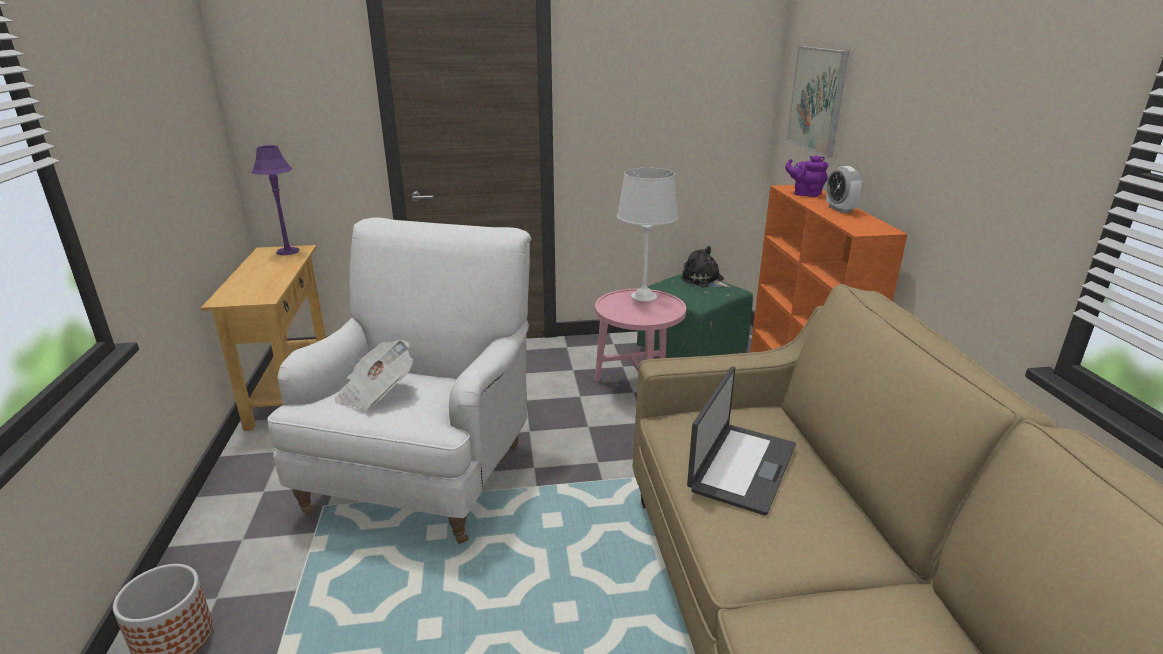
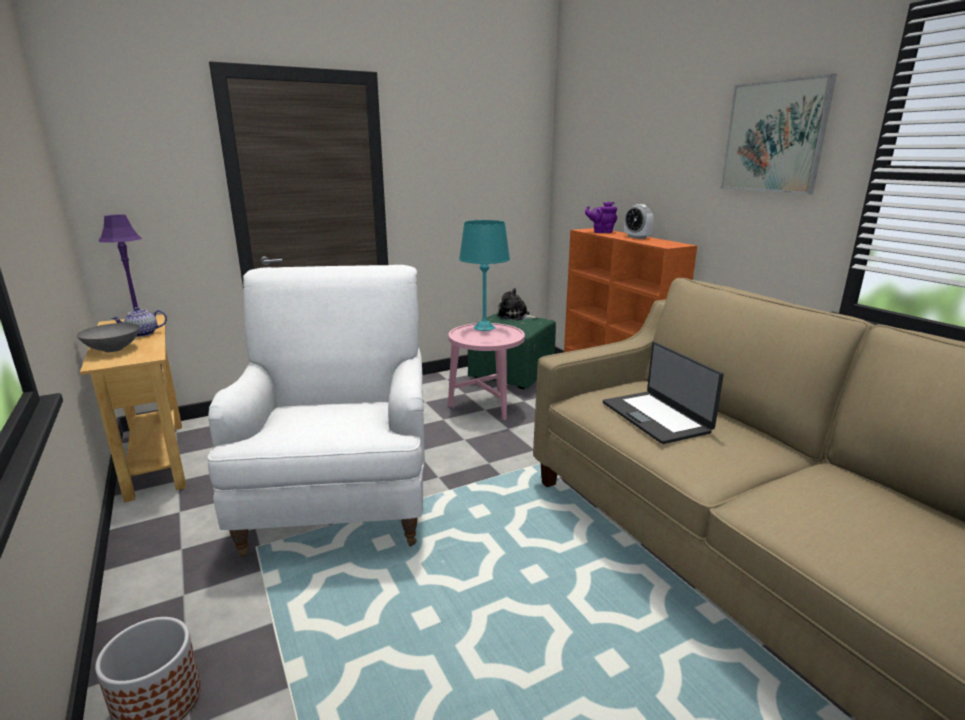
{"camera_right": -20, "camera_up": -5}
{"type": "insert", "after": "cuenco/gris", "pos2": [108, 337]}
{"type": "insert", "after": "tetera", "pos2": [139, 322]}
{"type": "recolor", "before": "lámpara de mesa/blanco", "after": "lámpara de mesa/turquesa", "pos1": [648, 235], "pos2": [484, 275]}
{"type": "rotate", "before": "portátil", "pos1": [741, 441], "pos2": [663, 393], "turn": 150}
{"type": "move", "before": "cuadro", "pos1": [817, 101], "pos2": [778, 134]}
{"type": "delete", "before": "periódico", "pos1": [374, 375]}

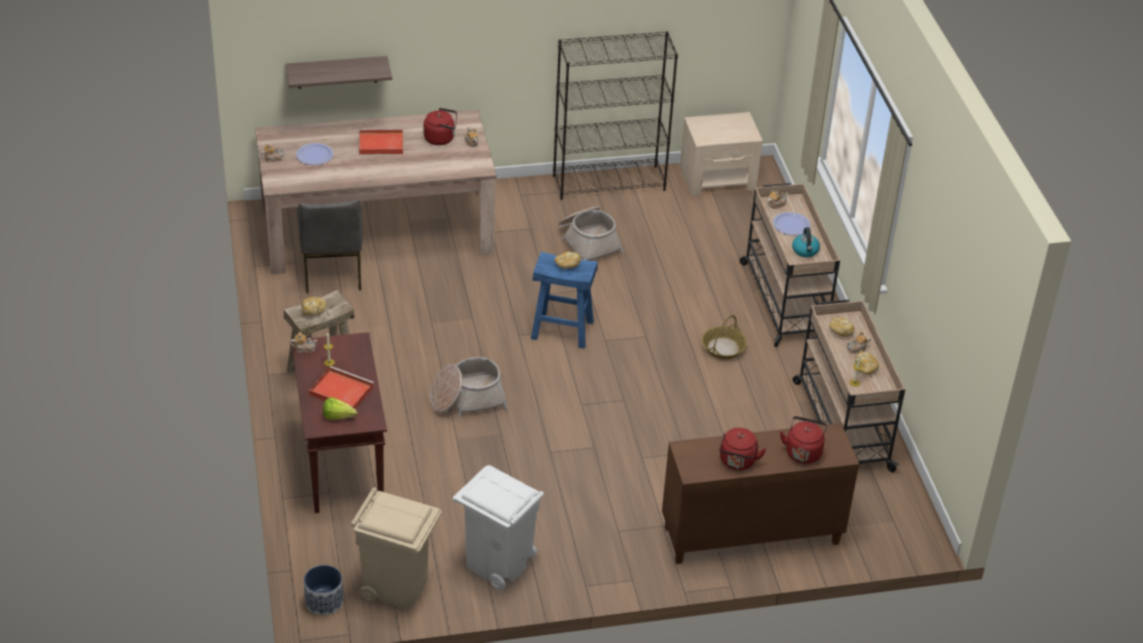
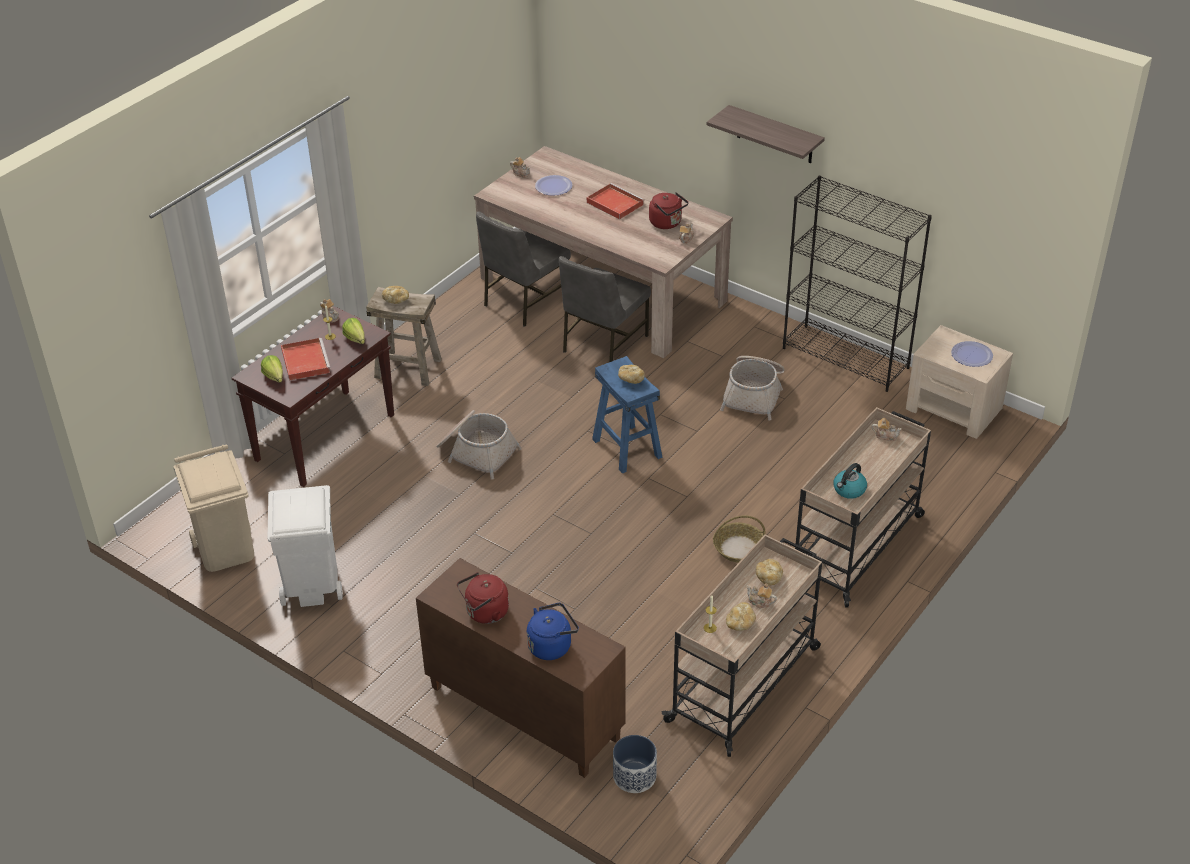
{"camera_right": 50, "camera_up": 0}
{"type": "insert", "after": "lechuga", "pos2": [353, 331]}
{"type": "recolor", "before": "hervidor/rojo", "after": "hervidor/azul", "pos1": [804, 440], "pos2": [553, 631]}
{"type": "insert", "after": "silla/gris", "pos2": [605, 309]}
{"type": "move", "before": "maceta", "pos1": [323, 590], "pos2": [635, 764]}
{"type": "move", "before": "estante", "pos1": [338, 72], "pos2": [765, 134]}
{"type": "move", "before": "plato", "pos1": [792, 223], "pos2": [972, 354]}

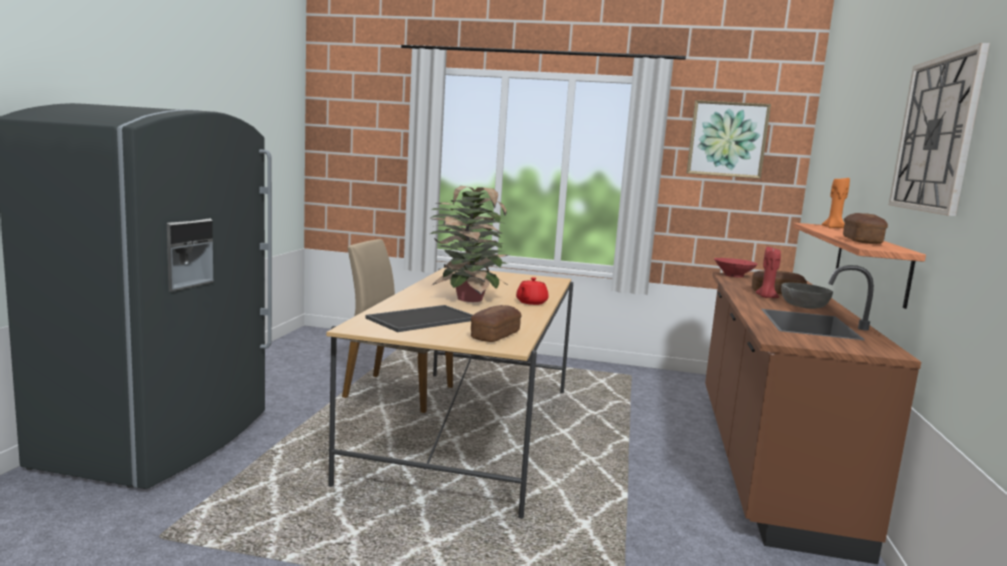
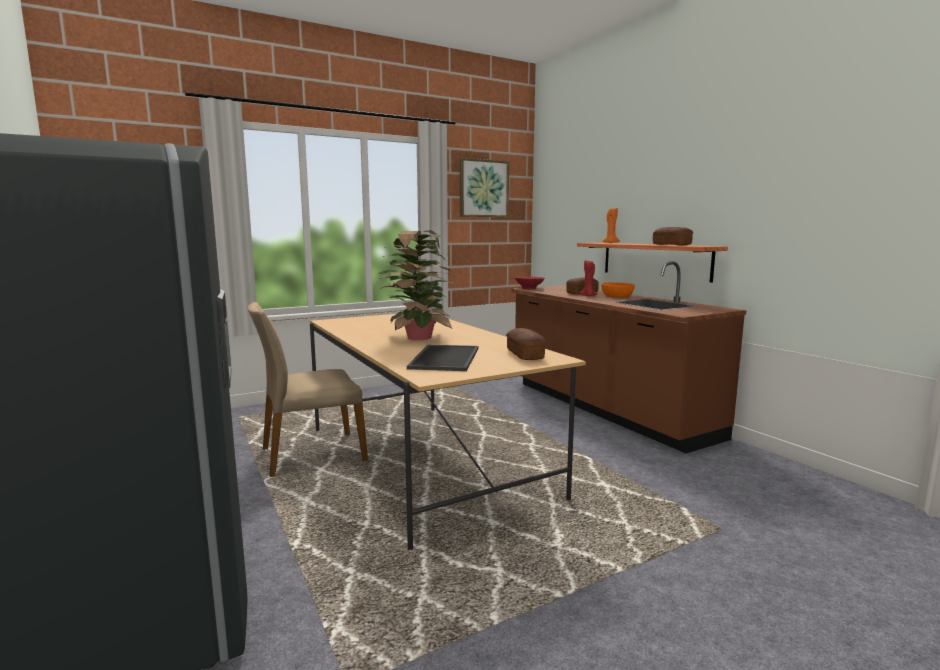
{"camera_right": -40, "camera_up": 0}
{"type": "recolor", "before": "cuenco/gris", "after": "cuenco/naranja", "pos1": [807, 296], "pos2": [618, 290]}
{"type": "delete", "before": "tetera/rojo", "pos1": [532, 291]}
{"type": "delete", "before": "reloj de pared", "pos1": [939, 129]}

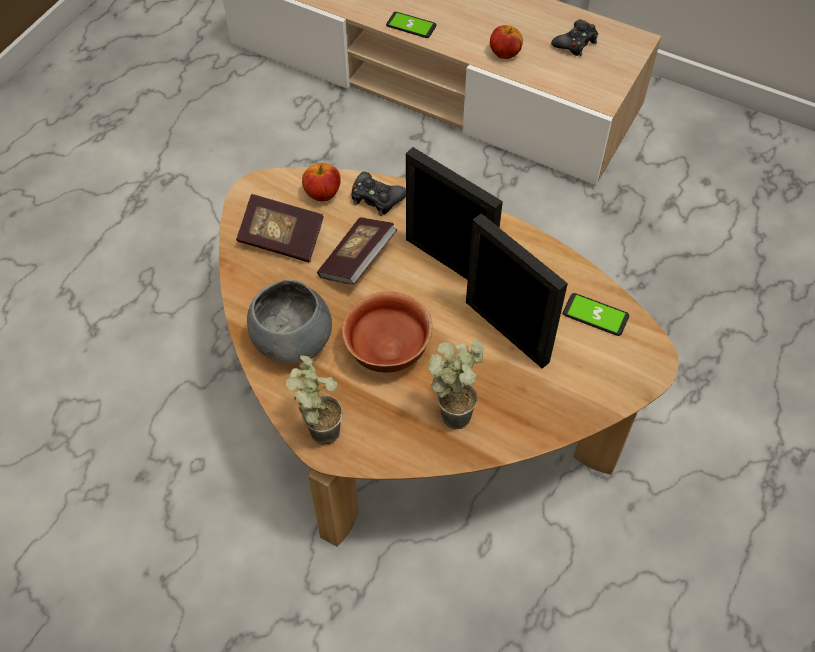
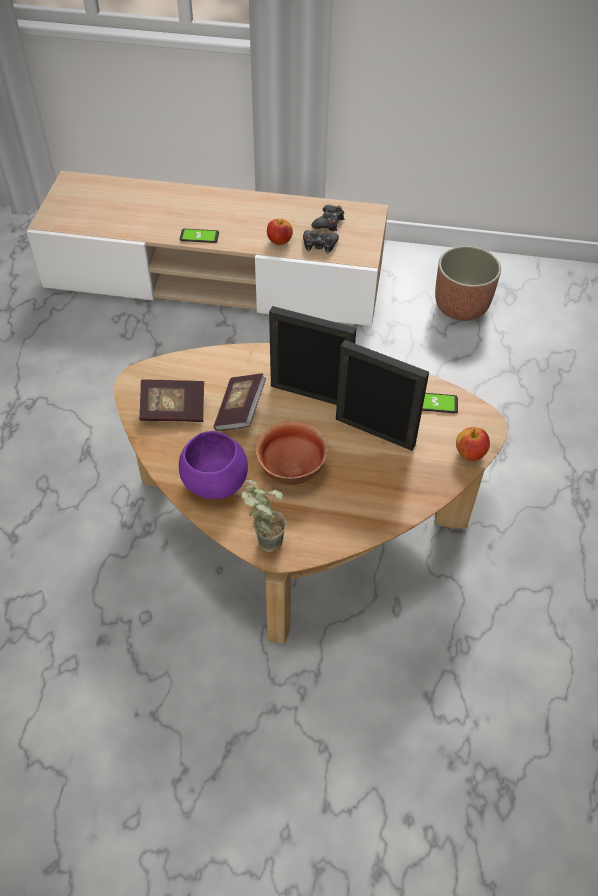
{"camera_right": -20, "camera_up": -5}
{"type": "recolor", "before": "cuenco/gris", "after": "cuenco/morado", "pos1": [289, 322], "pos2": [213, 465]}
{"type": "move", "before": "mando de consola/negro", "pos1": [379, 194], "pos2": [321, 242]}
{"type": "insert", "after": "maceta", "pos2": [468, 283]}
{"type": "move", "before": "manzana", "pos1": [321, 182], "pos2": [473, 444]}
{"type": "delete", "before": "planta en maceta", "pos1": [456, 384]}

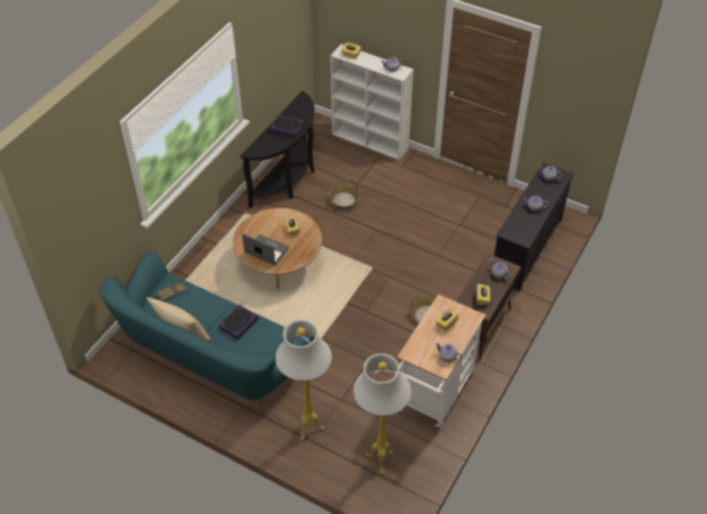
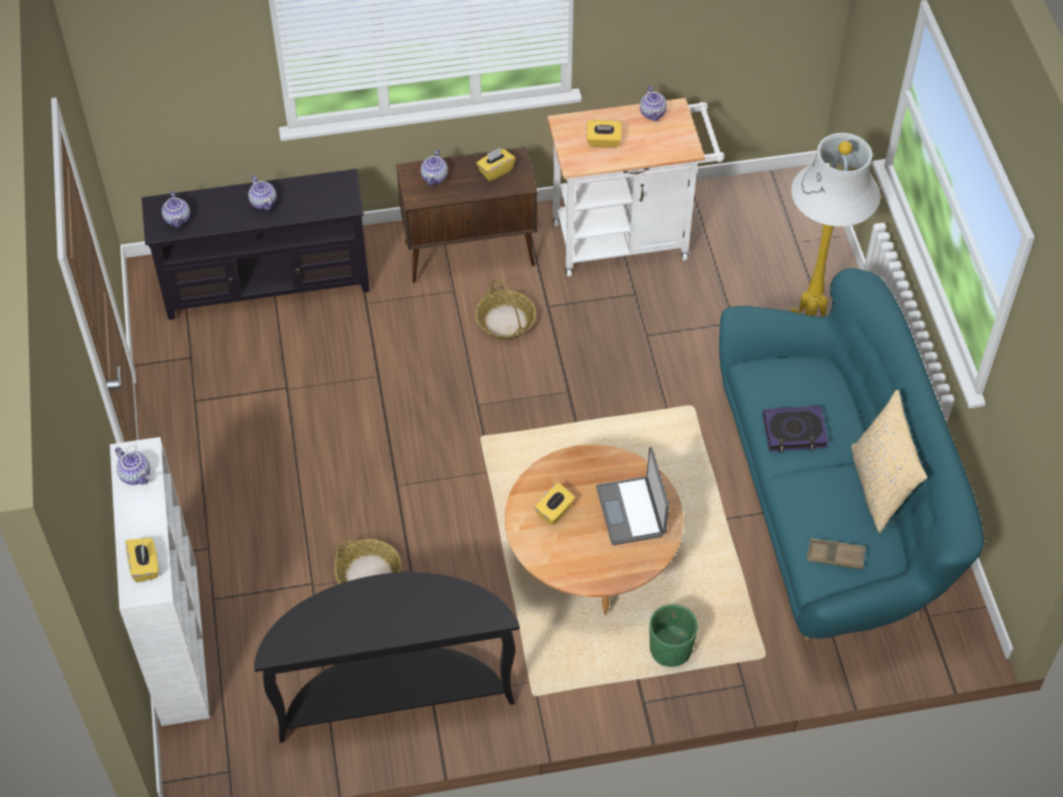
{"camera_right": -130, "camera_up": 5}
{"type": "insert", "after": "maceta/verde", "pos2": [673, 635]}
{"type": "delete", "before": "libro", "pos1": [287, 126]}
{"type": "delete", "before": "lámpara de pie/blanco", "pos1": [382, 413]}

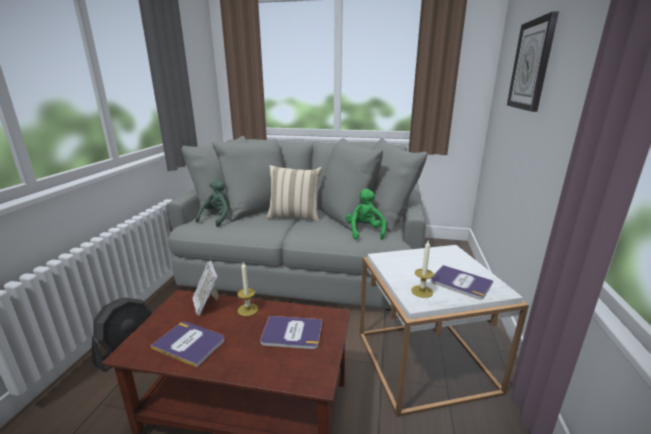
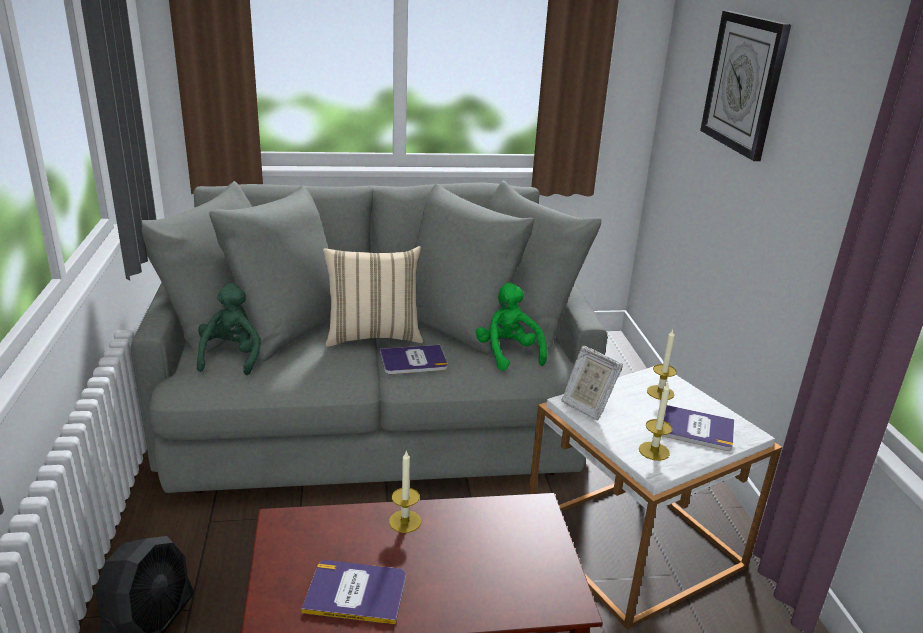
{"camera_right": -20, "camera_up": 5}
{"type": "move", "before": "libro", "pos1": [291, 332], "pos2": [414, 359]}
{"type": "move", "before": "portarretratos", "pos1": [205, 288], "pos2": [592, 383]}
{"type": "insert", "after": "vela", "pos2": [662, 365]}

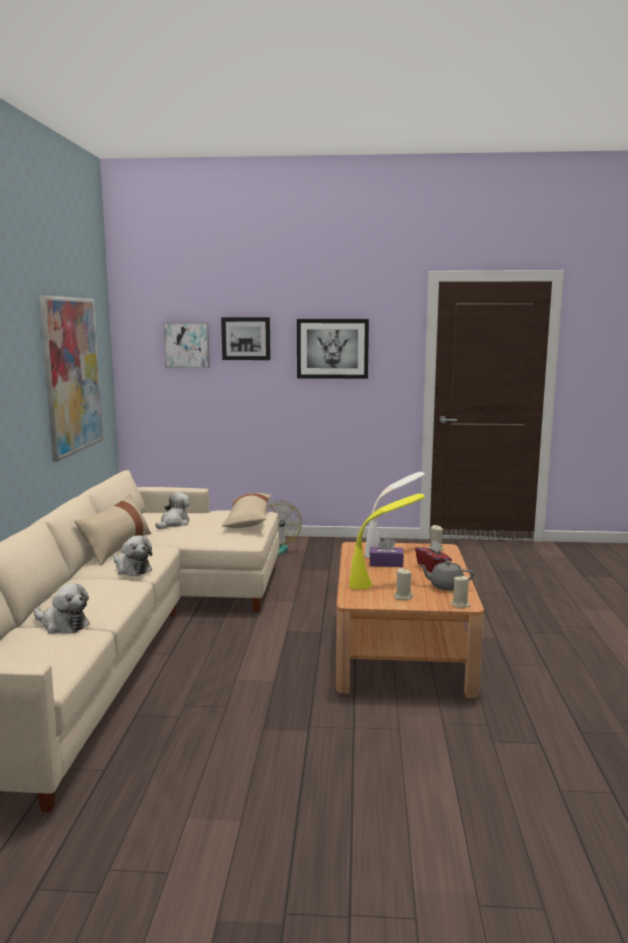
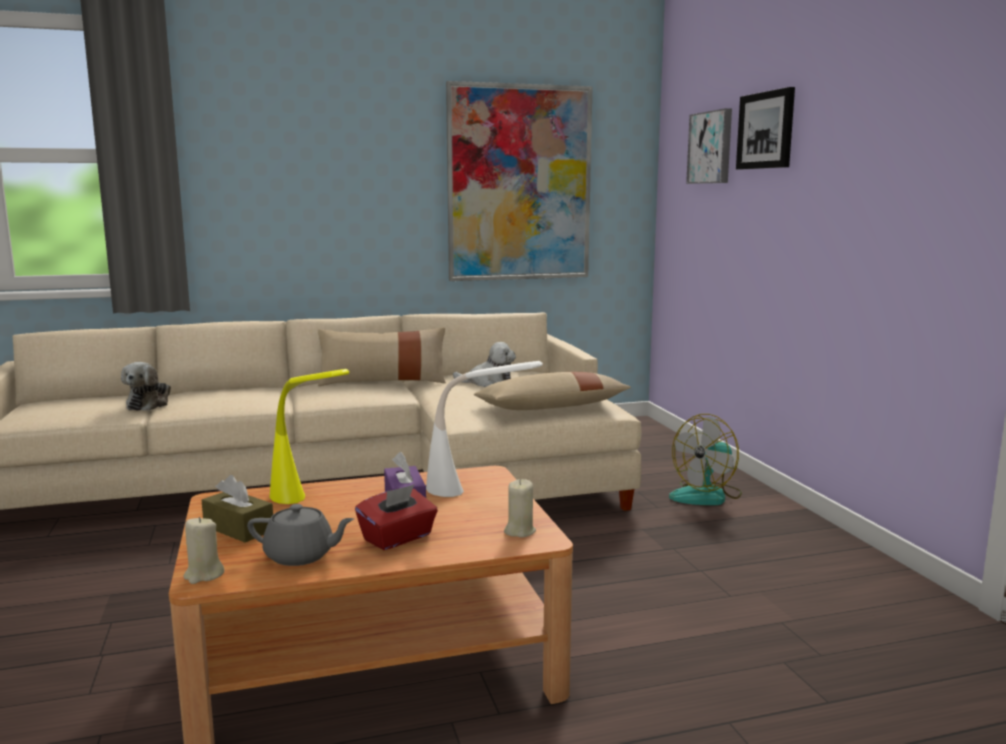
{"camera_right": 70, "camera_up": 0}
{"type": "replace", "before": "vela/beis", "after": "caja de pañuelos/marrón", "pos1": [403, 584], "pos2": [237, 508]}
{"type": "rotate", "before": "tetera/gris", "pos1": [446, 575], "pos2": [300, 535], "turn": 105}
{"type": "delete", "before": "peluche", "pos1": [132, 555]}
{"type": "delete", "before": "cuadro", "pos1": [333, 349]}

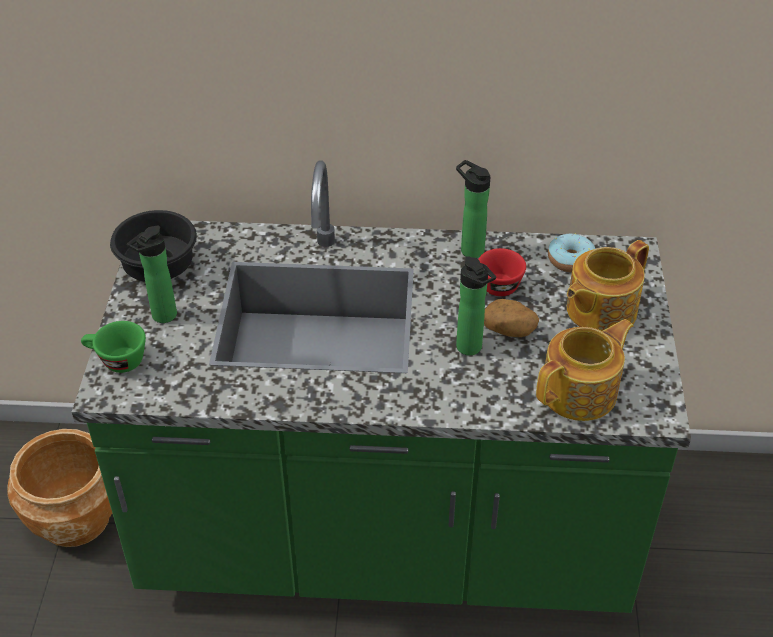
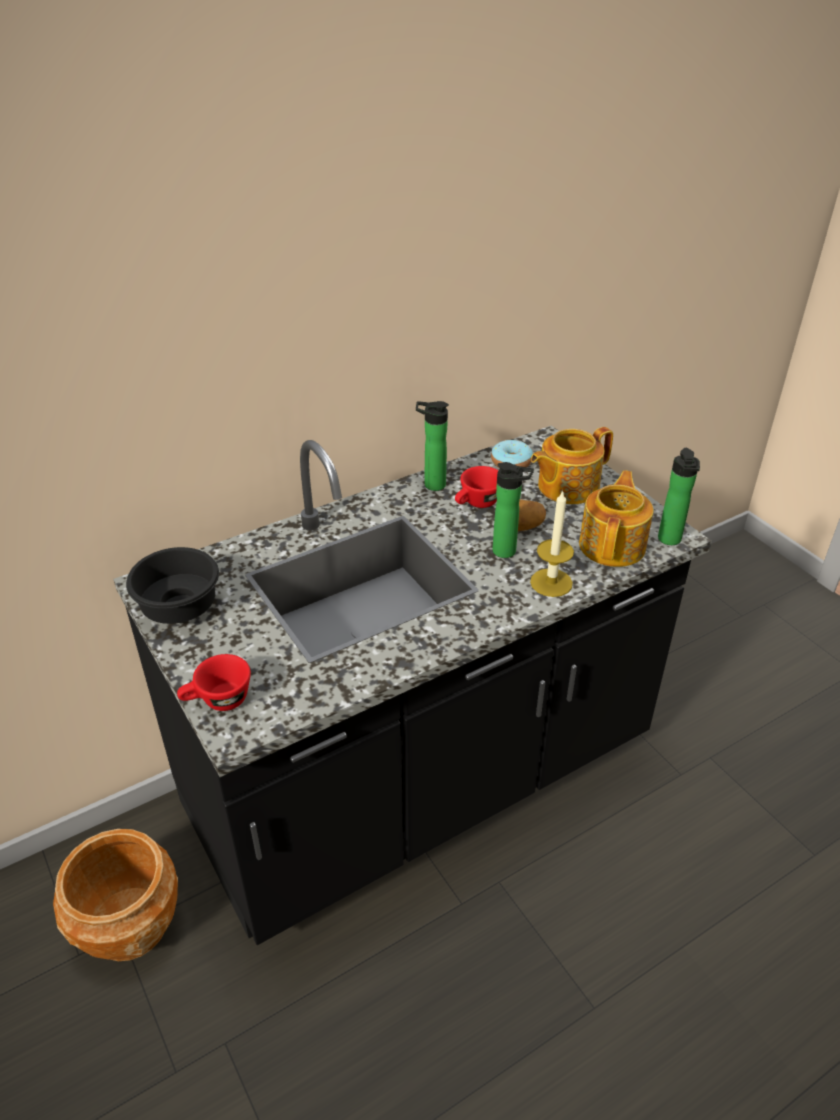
{"camera_right": -35, "camera_up": -5}
{"type": "recolor", "before": "mueble bajo de cocina/verde", "after": "mueble bajo de cocina/negro", "pos1": [381, 386], "pos2": [412, 685]}
{"type": "recolor", "before": "taza/verde", "after": "taza/rojo", "pos1": [113, 347], "pos2": [214, 682]}
{"type": "insert", "after": "vela", "pos2": [552, 543]}
{"type": "rotate", "before": "tetera", "pos1": [608, 285], "pos2": [572, 465], "turn": 45}
{"type": "move", "before": "botella", "pos1": [152, 274], "pos2": [679, 496]}

